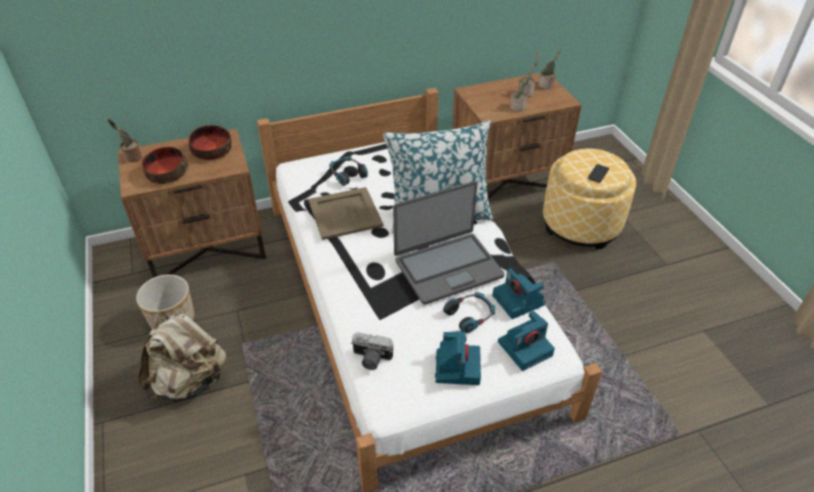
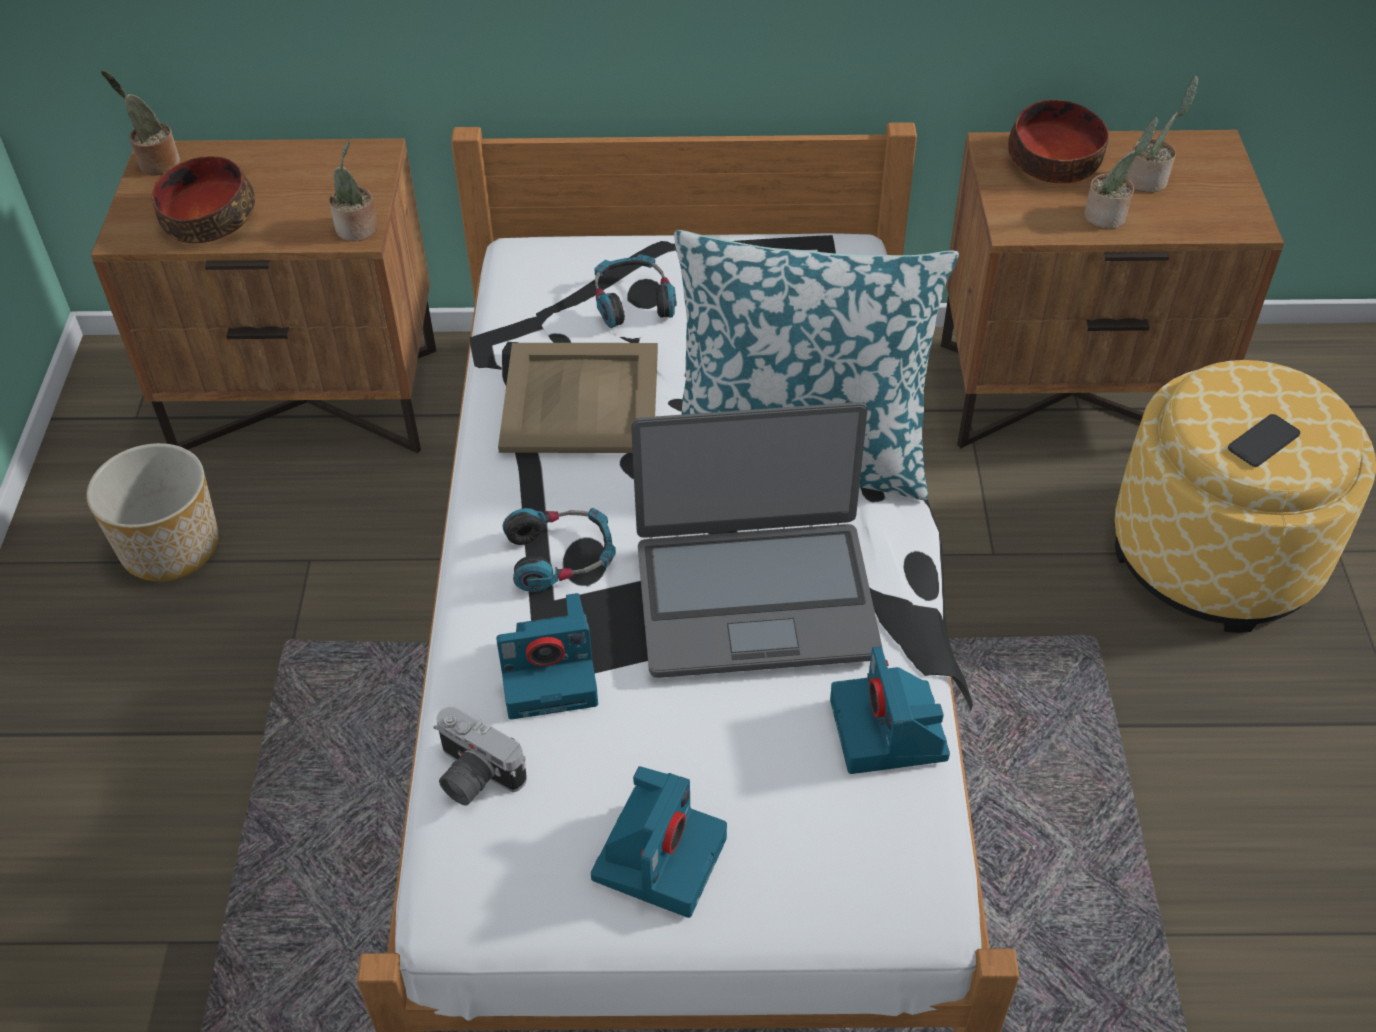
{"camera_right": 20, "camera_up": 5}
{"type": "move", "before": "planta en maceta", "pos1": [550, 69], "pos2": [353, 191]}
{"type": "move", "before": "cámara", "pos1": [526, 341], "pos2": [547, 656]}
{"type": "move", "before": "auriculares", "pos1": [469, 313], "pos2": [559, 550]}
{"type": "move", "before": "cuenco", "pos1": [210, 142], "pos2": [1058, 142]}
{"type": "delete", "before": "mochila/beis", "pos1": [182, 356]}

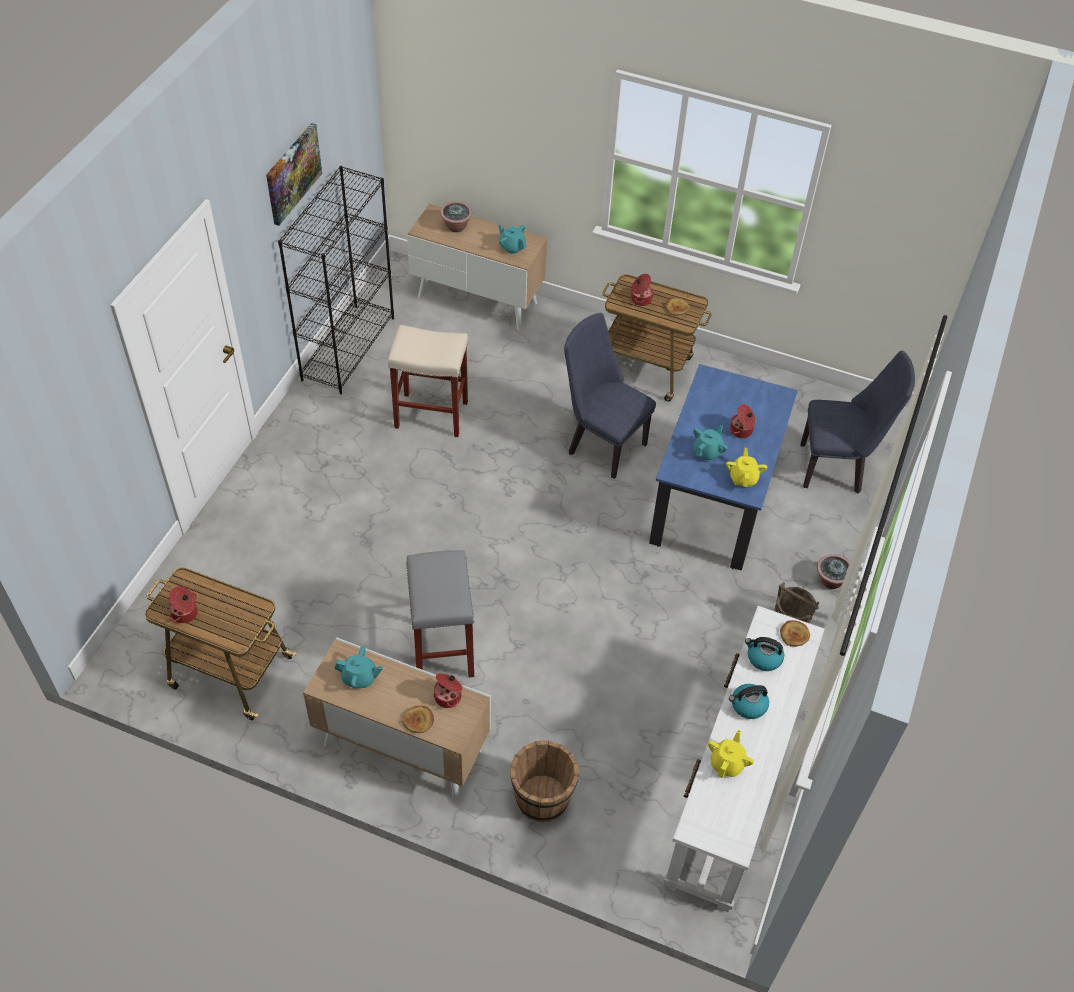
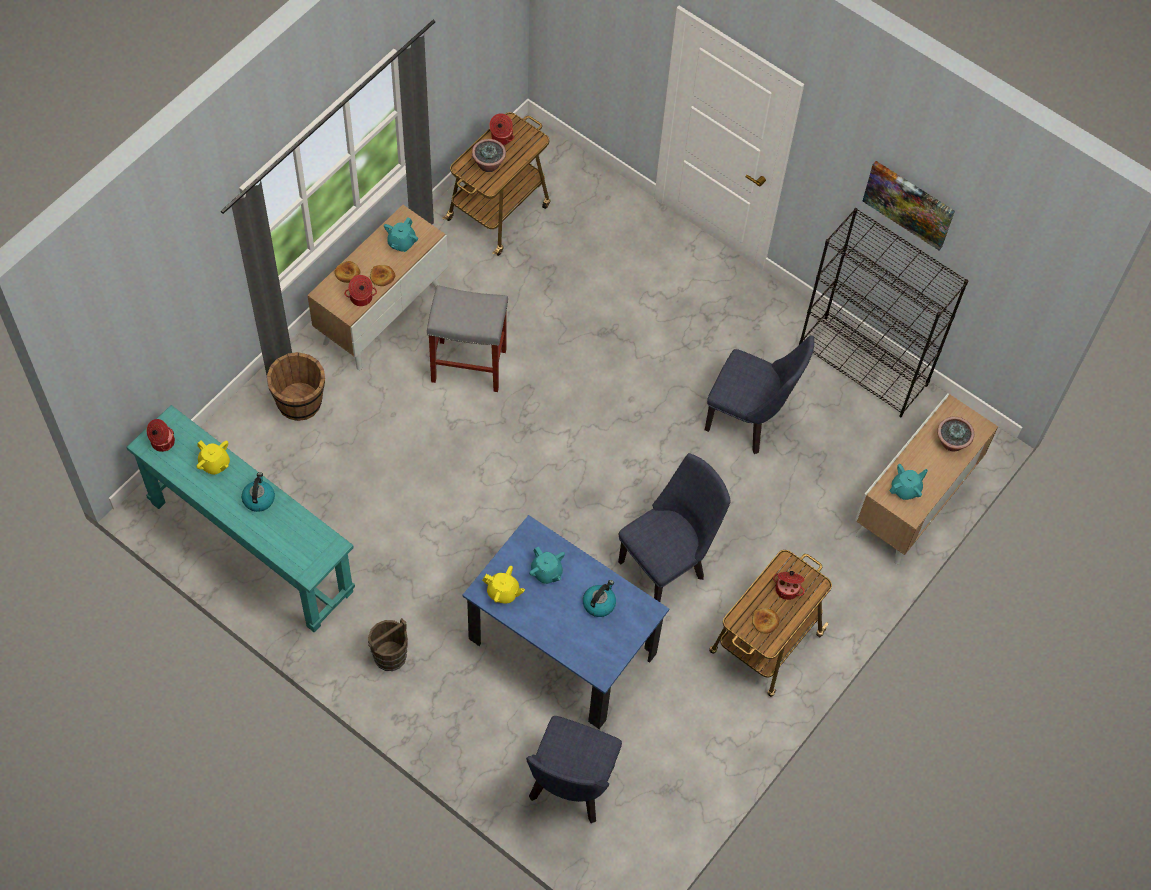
{"camera_right": 105, "camera_up": 10}
{"type": "recolor", "before": "mesa consola/blanco", "after": "mesa consola/turquesa", "pos1": [744, 759], "pos2": [240, 519]}
{"type": "move", "before": "olla", "pos1": [742, 421], "pos2": [161, 435]}
{"type": "move", "before": "pan", "pos1": [795, 633], "pos2": [382, 275]}
{"type": "move", "before": "planta en maceta", "pos1": [833, 571], "pos2": [489, 155]}
{"type": "move", "before": "hervidor", "pos1": [764, 654], "pos2": [599, 598]}
{"type": "replace", "before": "taburete/beis", "after": "silla/azul", "pos1": [428, 380], "pos2": [759, 395]}

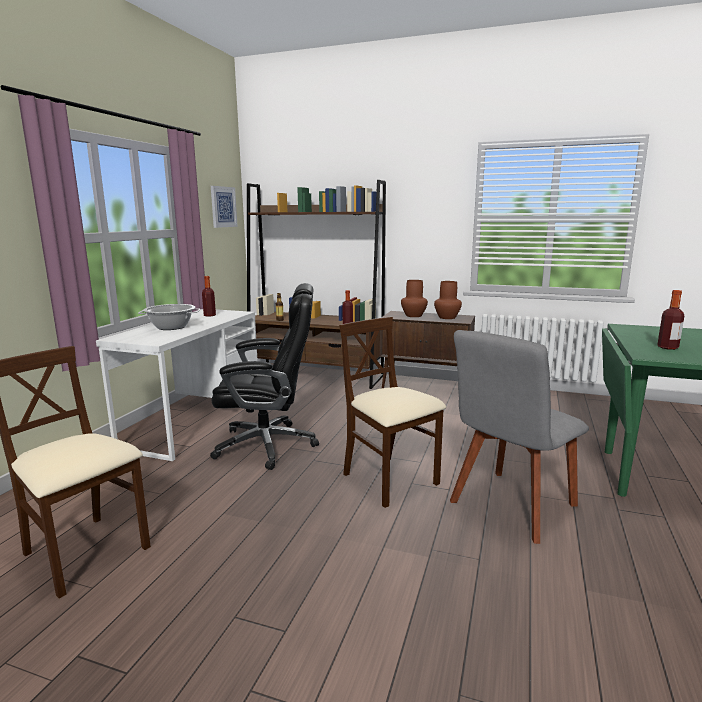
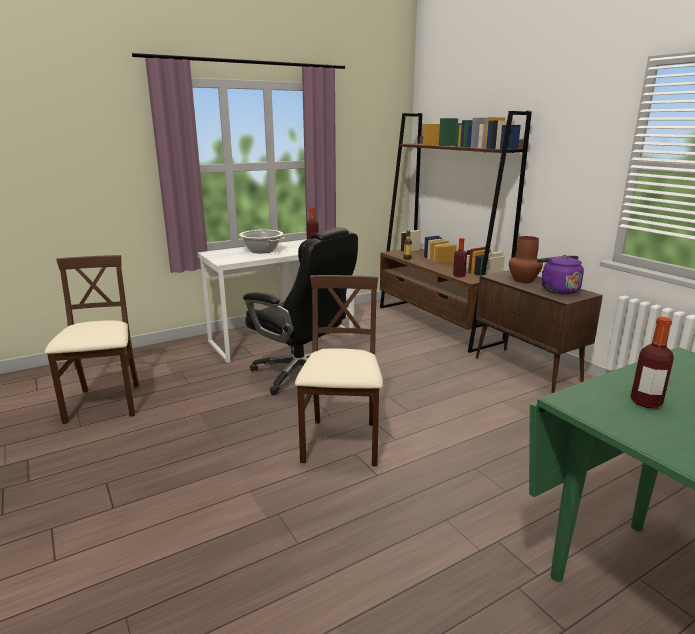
{"camera_right": 40, "camera_up": 5}
{"type": "replace", "before": "florero/marrón", "after": "hervidor/morado", "pos1": [448, 300], "pos2": [560, 275]}
{"type": "delete", "before": "cuadro", "pos1": [224, 207]}
{"type": "delete", "before": "silla/gris", "pos1": [519, 437]}

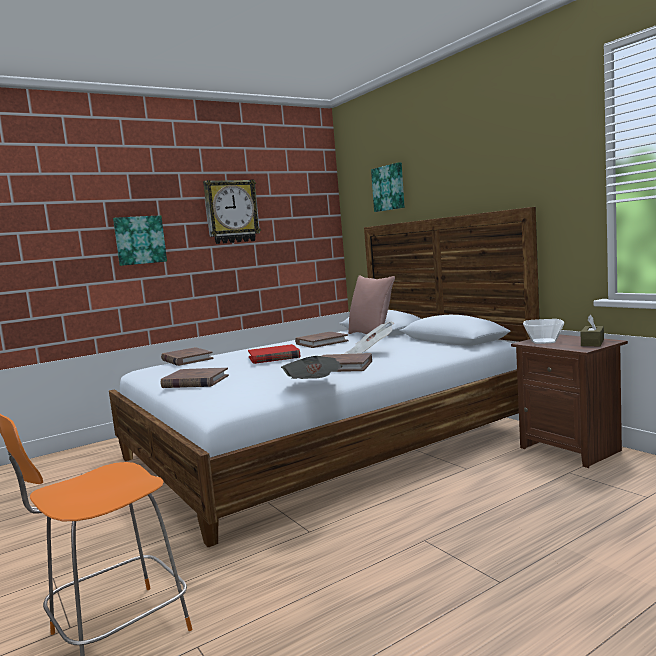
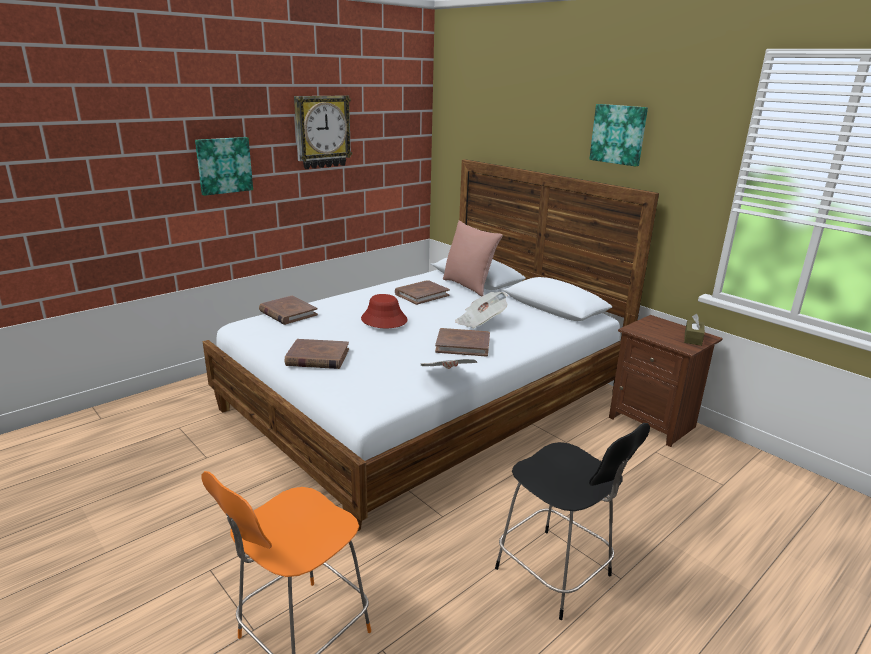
{"camera_right": -10, "camera_up": 15}
{"type": "replace", "before": "libro/rojo", "after": "sombrero/rojo", "pos1": [274, 354], "pos2": [384, 311]}
{"type": "insert", "after": "silla/negro", "pos2": [572, 521]}
{"type": "move", "before": "cuadro", "pos1": [388, 187], "pos2": [618, 135]}
{"type": "delete", "before": "cuenco", "pos1": [543, 331]}

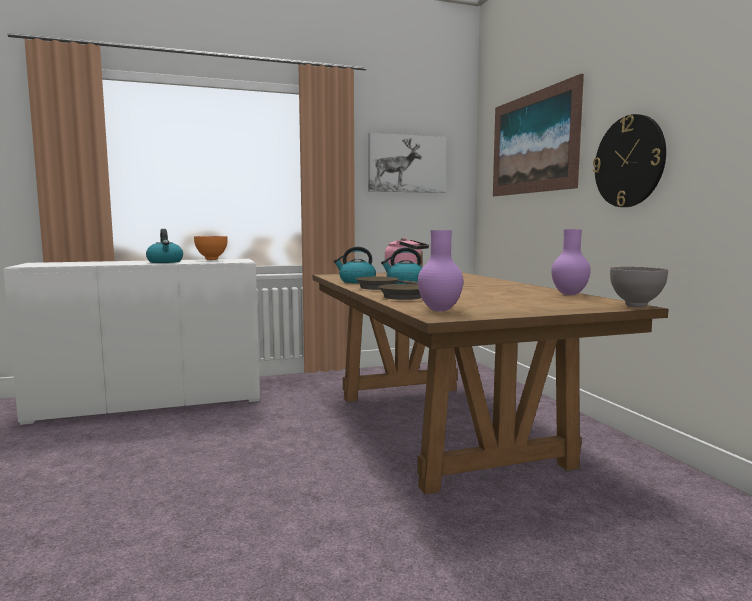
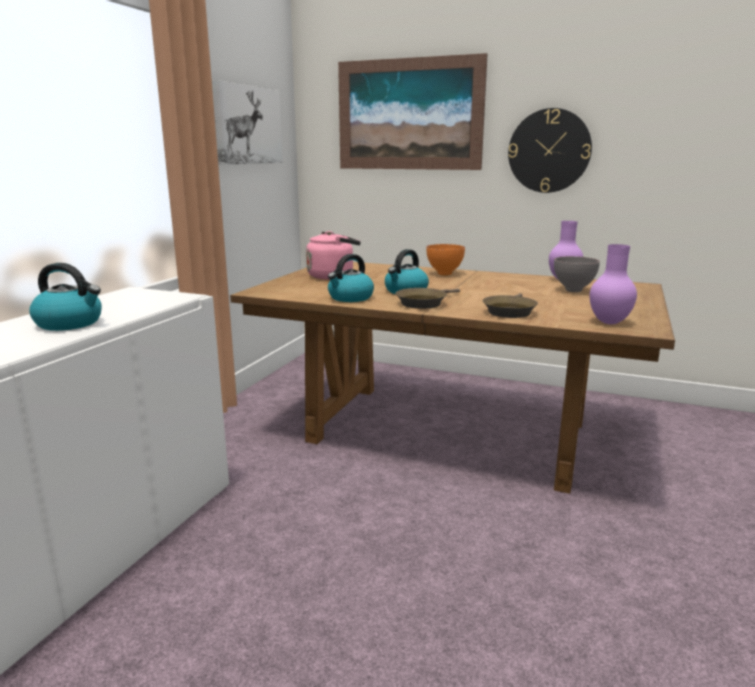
{"camera_right": -50, "camera_up": 10}
{"type": "move", "before": "cuenco/naranja", "pos1": [211, 248], "pos2": [446, 259]}
{"type": "move", "before": "cuenco/gris", "pos1": [639, 287], "pos2": [577, 274]}

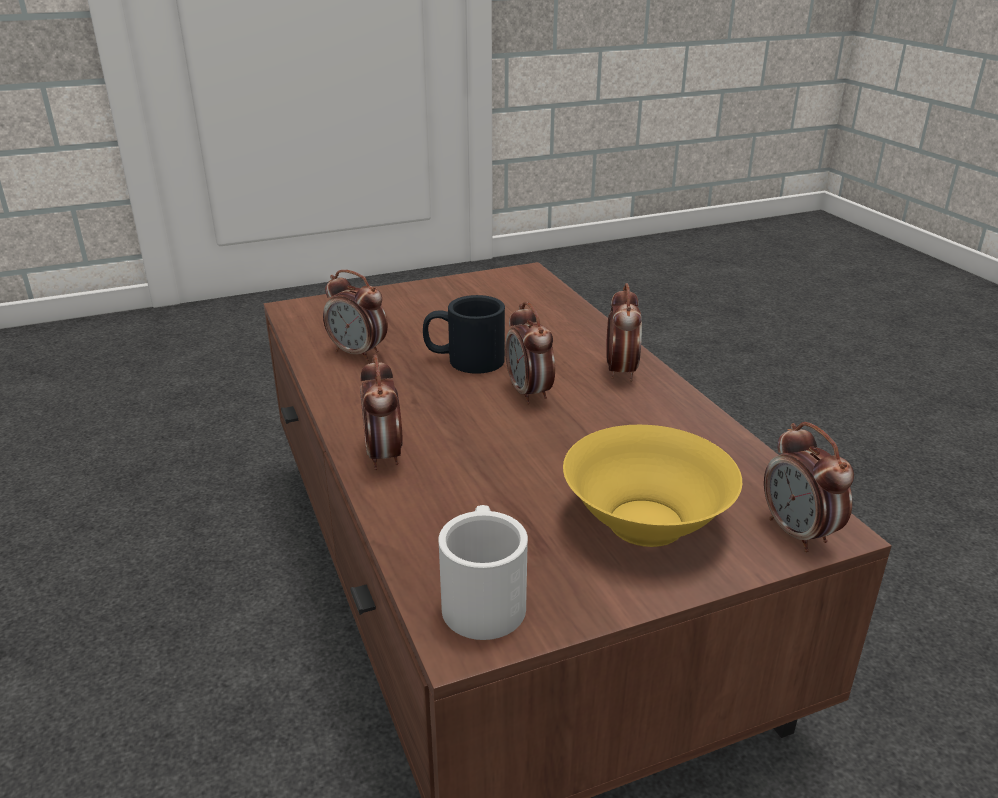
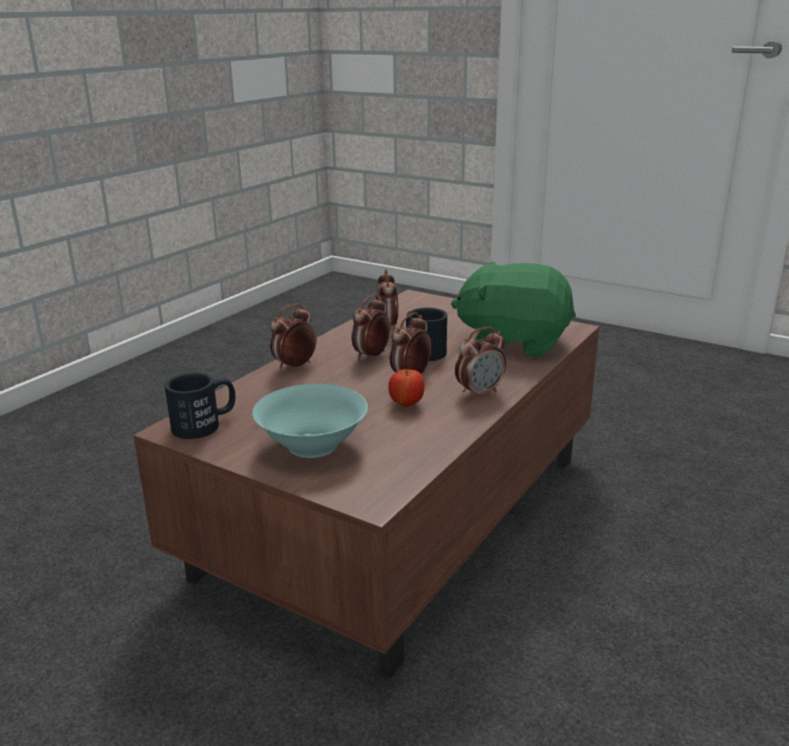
{"camera_right": 55, "camera_up": -5}
{"type": "recolor", "before": "taza grande/blanco", "after": "taza grande/negro", "pos1": [483, 572], "pos2": [199, 405]}
{"type": "recolor", "before": "cuenco/amarillo", "after": "cuenco/turquesa", "pos1": [652, 486], "pos2": [310, 421]}
{"type": "move", "before": "despertador", "pos1": [809, 487], "pos2": [370, 327]}
{"type": "insert", "after": "manzana", "pos2": [406, 388]}
{"type": "insert", "after": "peluche/verde", "pos2": [513, 310]}

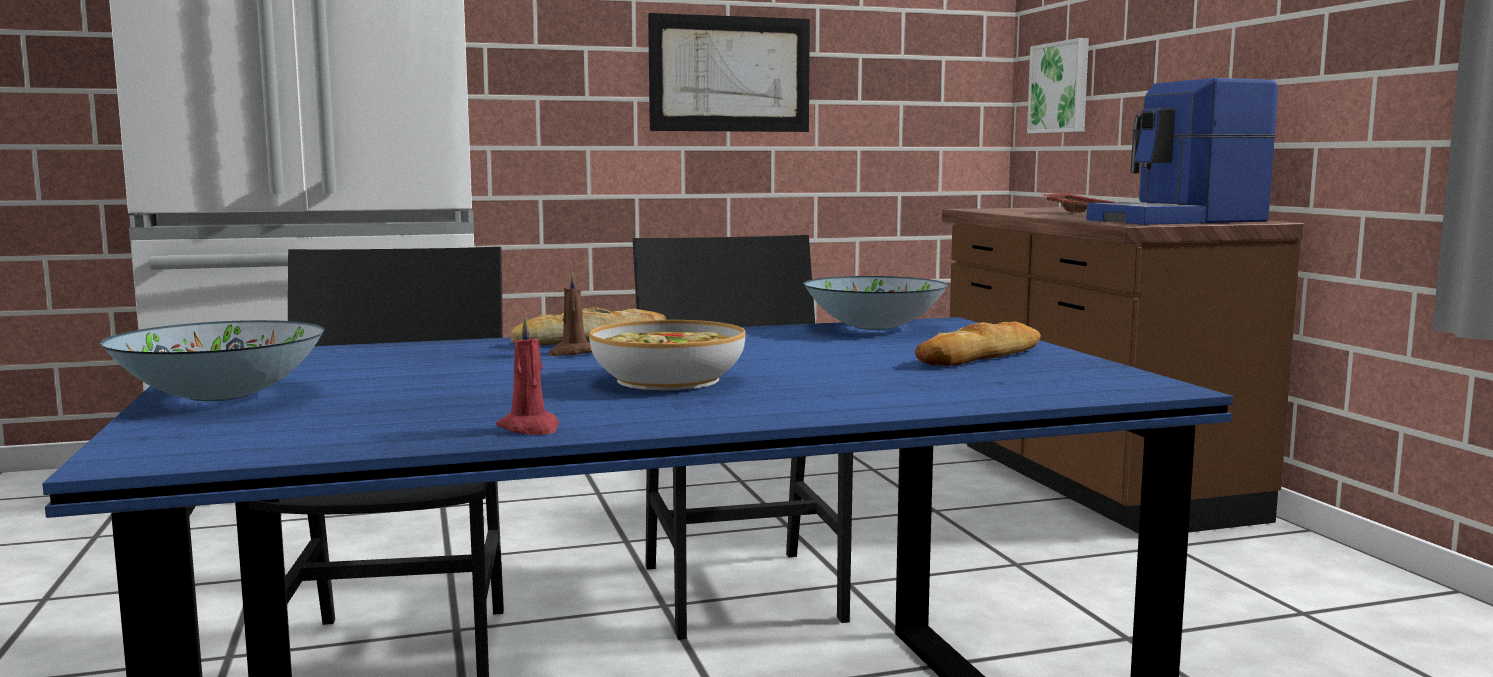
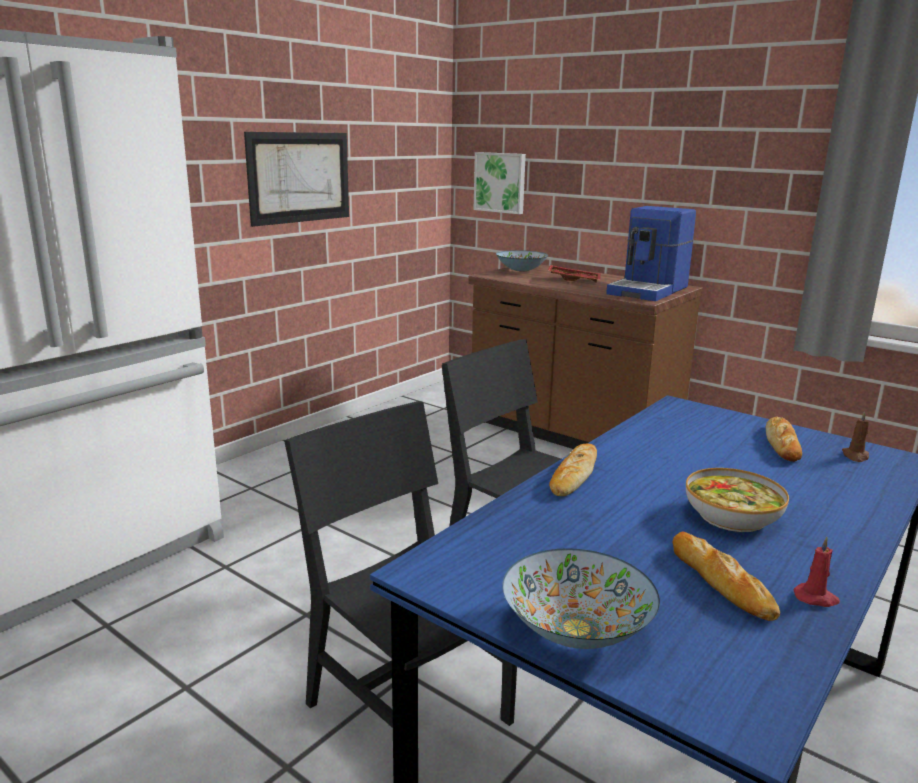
{"camera_right": -35, "camera_up": 10}
{"type": "move", "before": "cuenco", "pos1": [875, 303], "pos2": [522, 261]}
{"type": "insert", "after": "pan", "pos2": [726, 576]}
{"type": "move", "before": "vela/marrón", "pos1": [570, 313], "pos2": [855, 436]}

